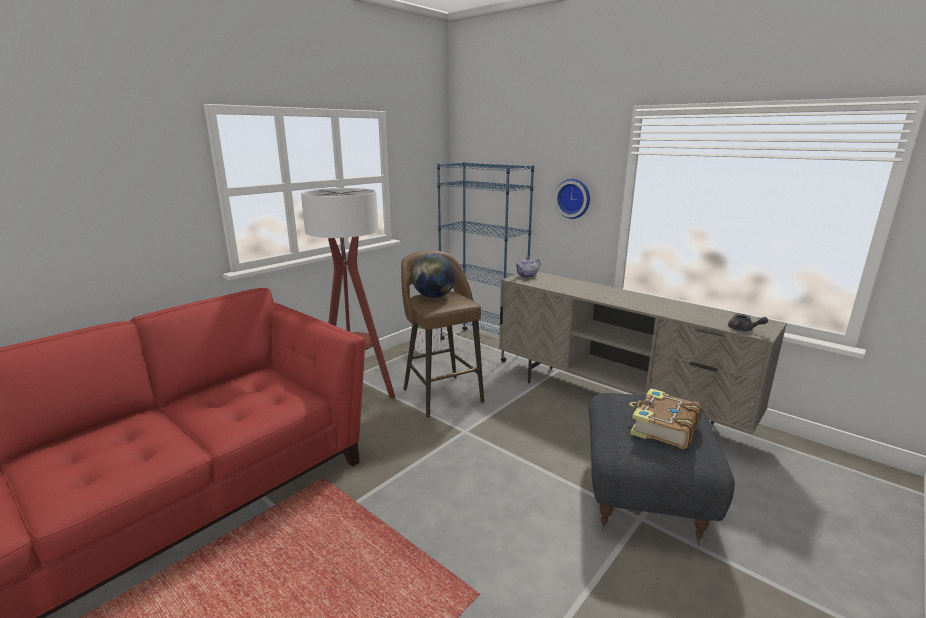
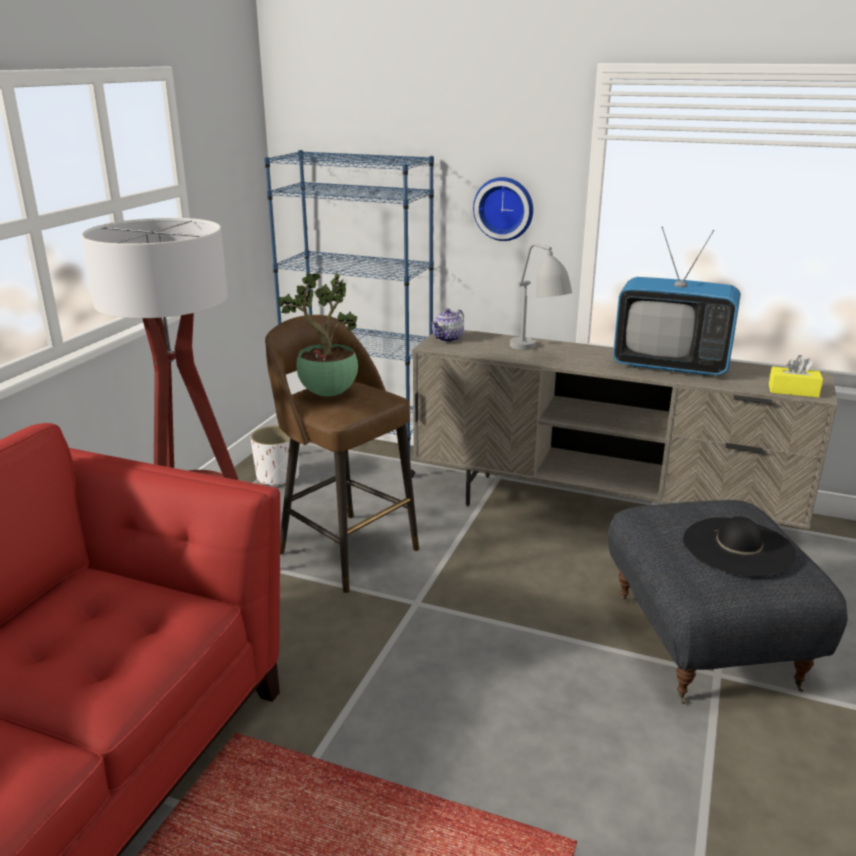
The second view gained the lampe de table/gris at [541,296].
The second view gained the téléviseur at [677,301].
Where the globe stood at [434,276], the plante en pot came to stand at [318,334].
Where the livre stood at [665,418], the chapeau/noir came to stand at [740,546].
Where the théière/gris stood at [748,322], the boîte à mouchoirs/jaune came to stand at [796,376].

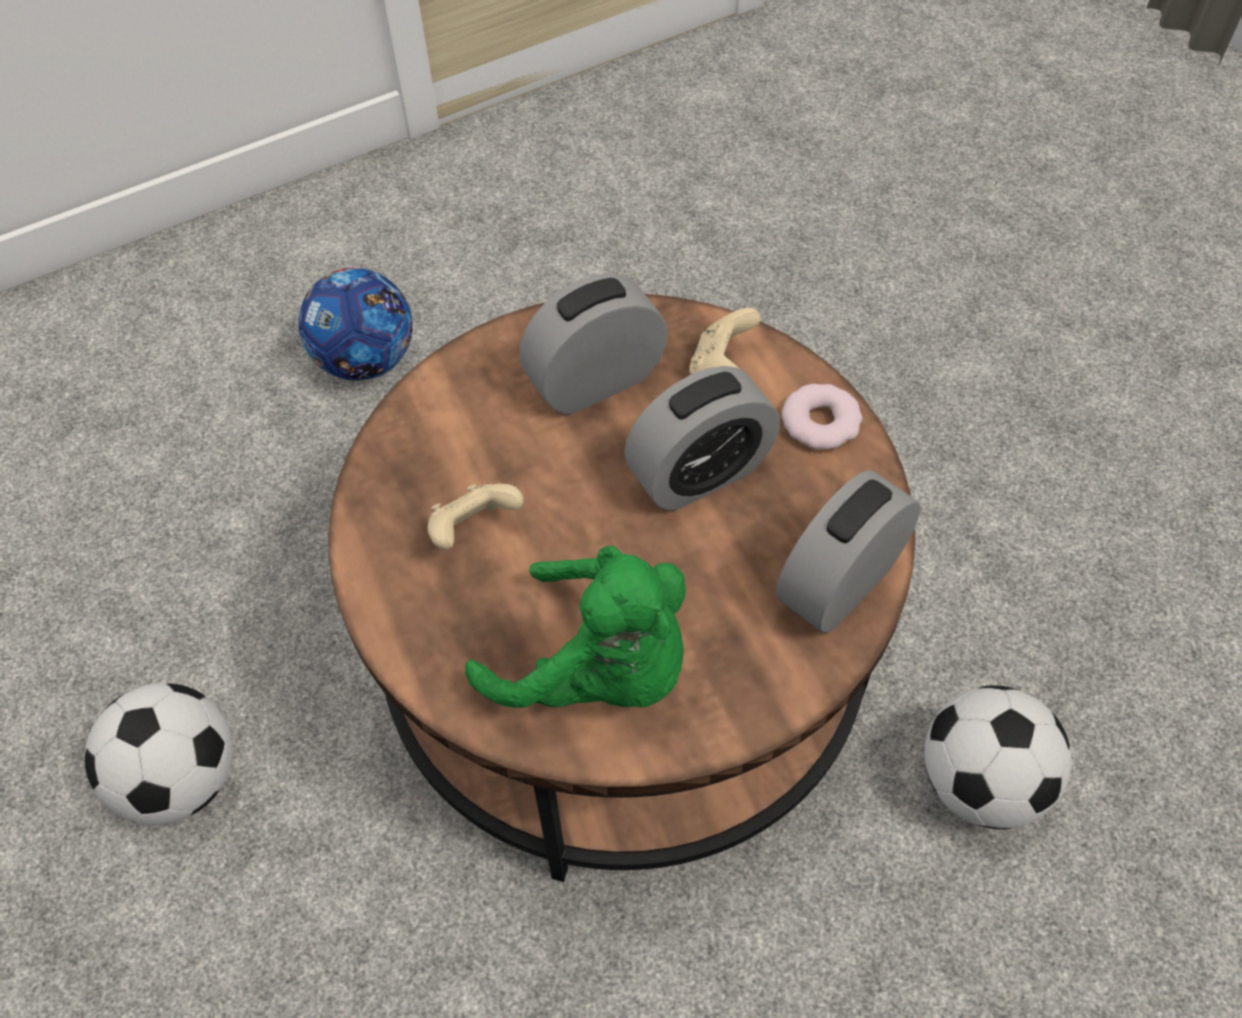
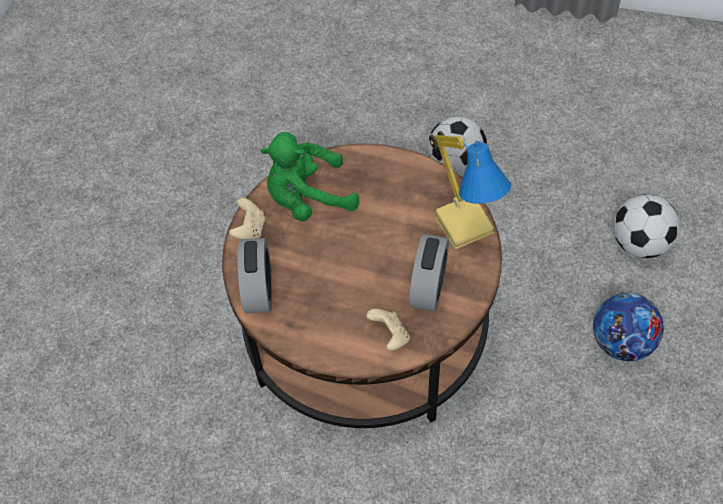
The second view lost the réveil at [702,438].
The second view lost the beignet at [822,417].
The second view gained the lampe de table at [470,190].
The manette/beige ended up elsewhere, having gone from [475,516] to [247,218].
The ballon de foot ended up elsewhere, having gone from [998,757] to [646,226].

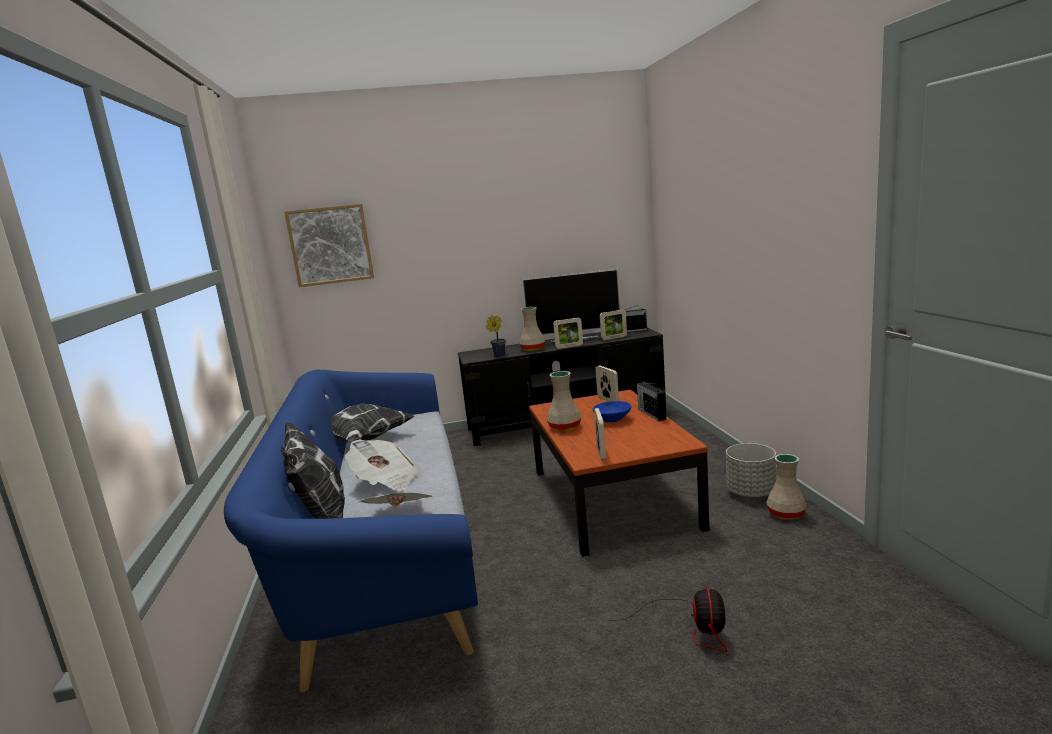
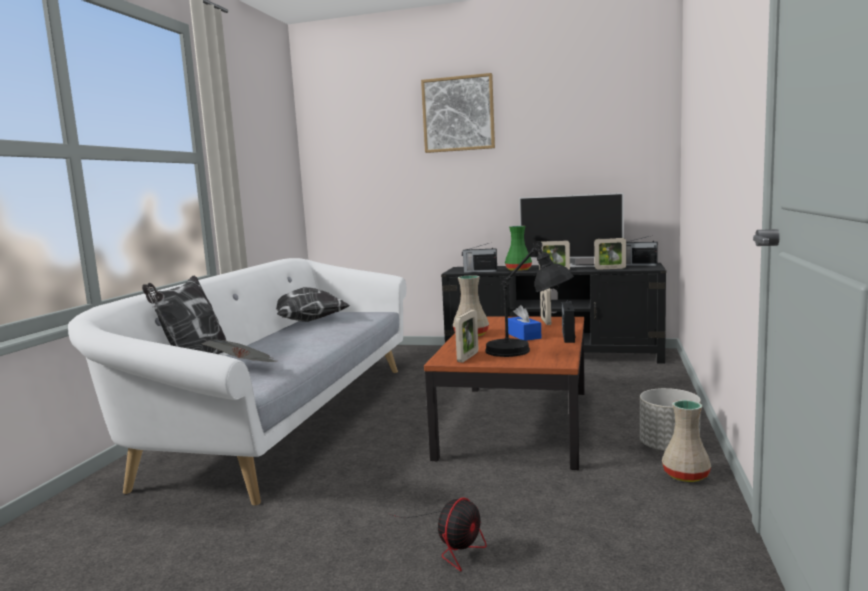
The second view lost the journal at [382,465].
The second view gained the lampe de table/noir at [529,299].
The tableau ended up elsewhere, having gone from [329,245] to [458,113].
Where the plante en pot stood at [496,336], the radio came to stand at [479,257].
Where the bol/bleu stood at [612,412], the boîte à mouchoirs/bleu came to stand at [524,323].
What was the canapé/bleu at [351,531] turned into the canapé/blanc at [237,381].
What was the vase/beige at [532,329] turned into the vase/vert at [518,248].

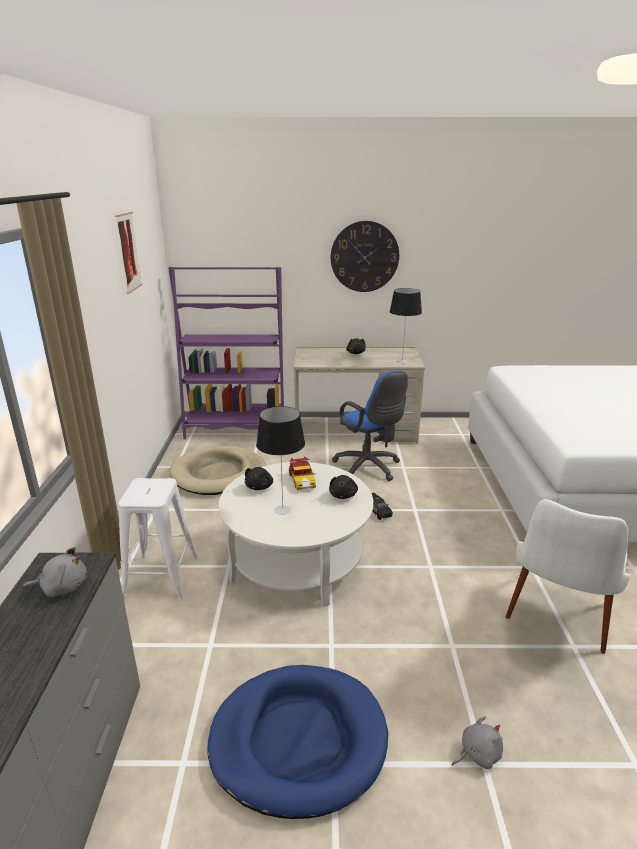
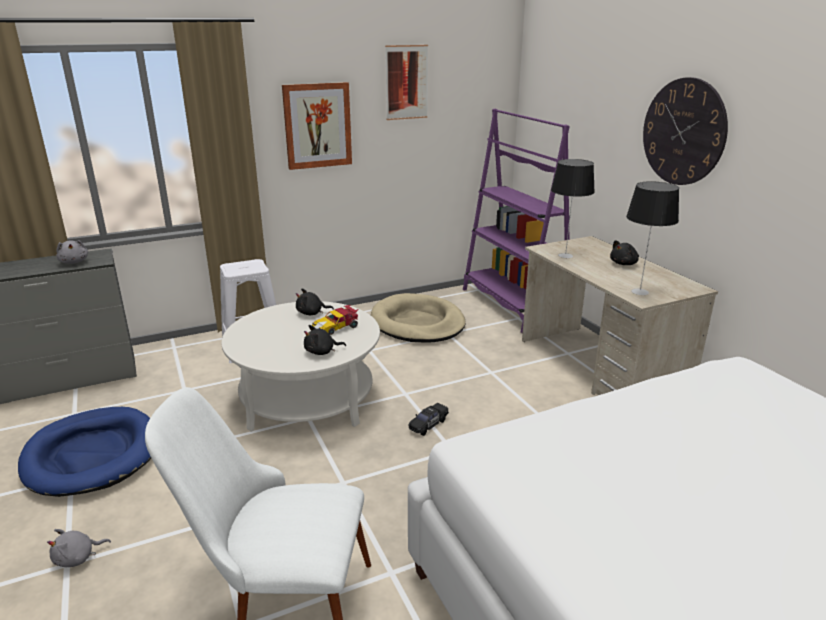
The second view lost the chaise de bureau/bleu at [370,425].
The second view gained the tableau at [317,126].
The lampe de table ended up elsewhere, having gone from [280,460] to [573,208].
The peluche/gris at [477,742] ended up facing another way, 105 degrees clockwise from before.

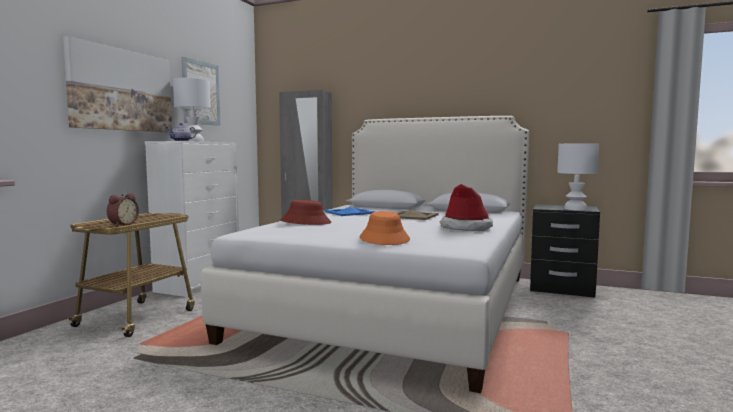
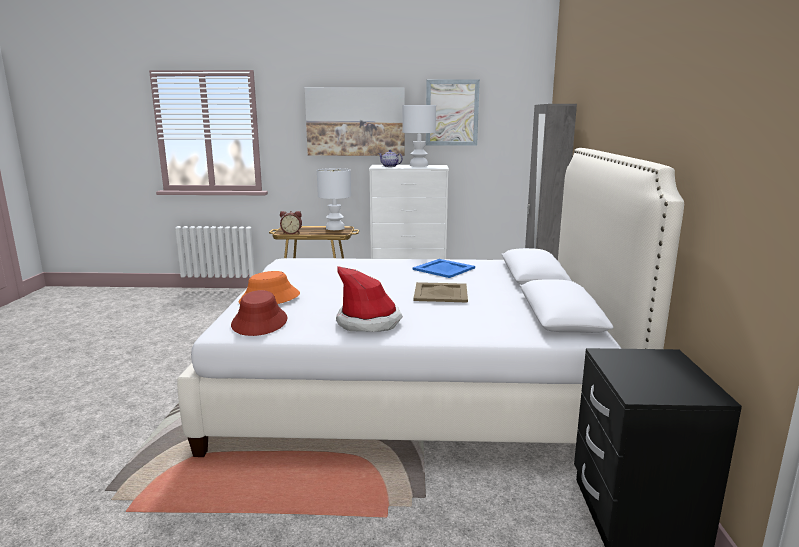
The chapeau/rouge ended up elsewhere, having gone from [305,212] to [259,313].
The lampe de table/blanc ended up elsewhere, having gone from [578,176] to [334,199].

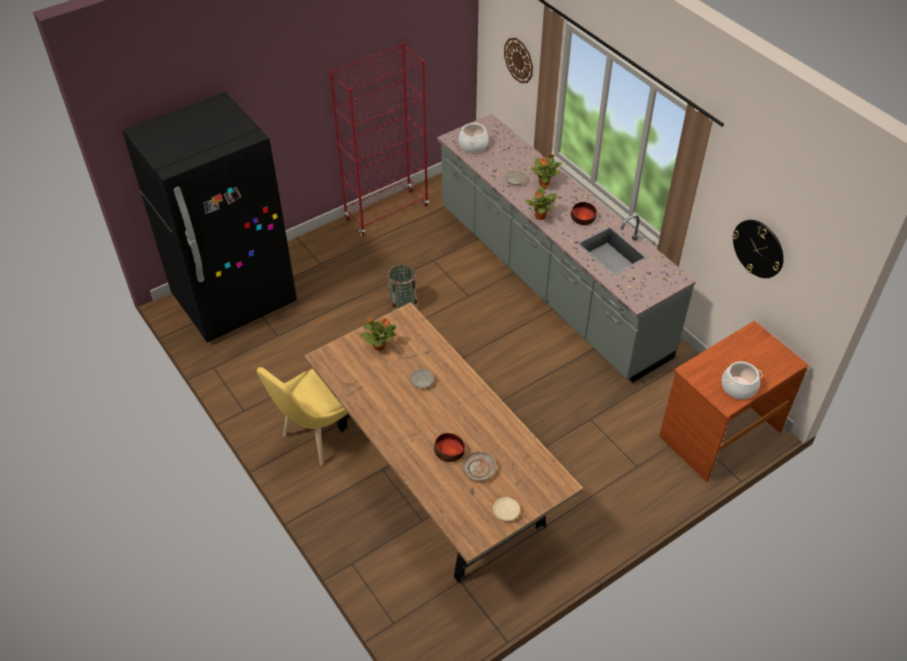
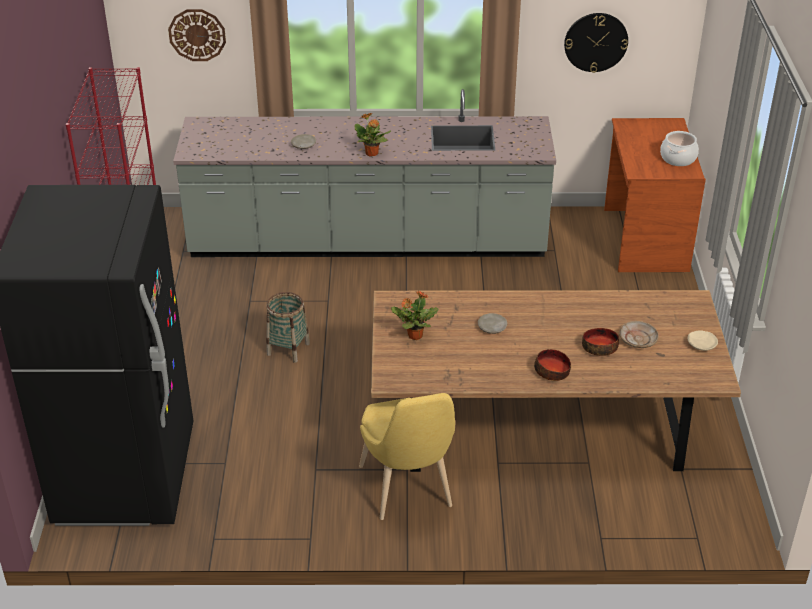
The second view lost the marmite at [474,138].
The second view lost the plante en pot at [546,169].
The bol ended up elsewhere, having gone from [584,213] to [552,365].

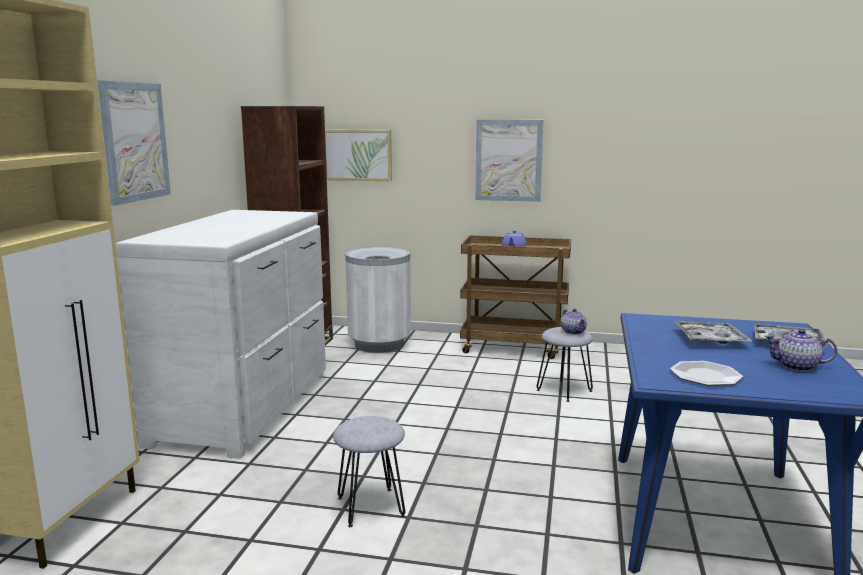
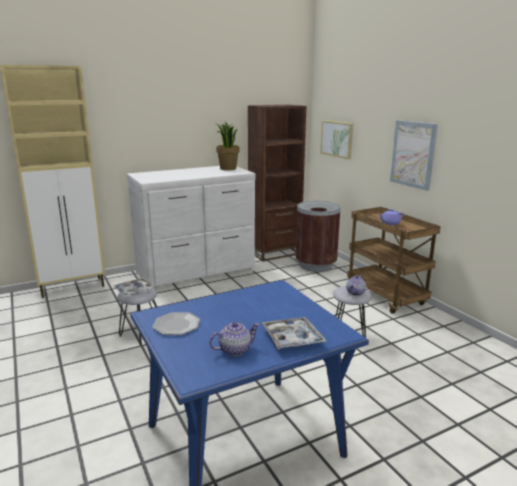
The second view lost the tableau at [134,143].
The second view gained the plante en pot at [226,146].
The plateau ended up elsewhere, having gone from [713,332] to [134,287].
What was the poubelle/blanc at [378,300] turned into the poubelle/marron at [318,236].
The théière at [801,350] ended up facing another way, 90 degrees clockwise from before.

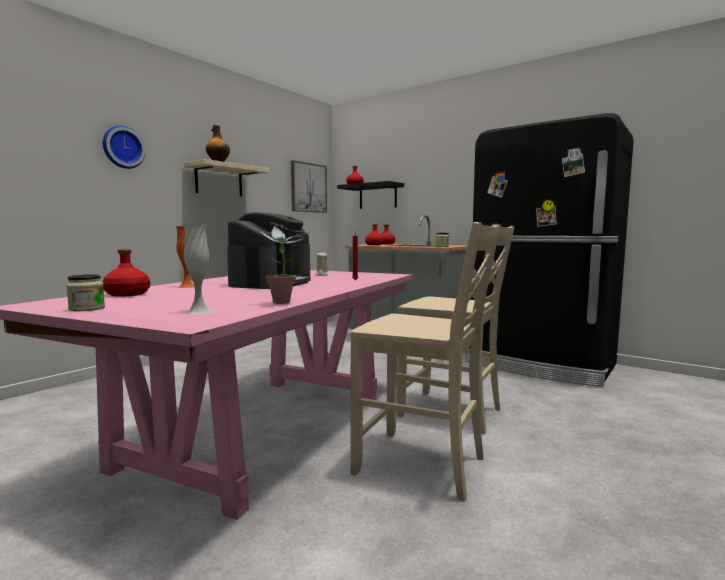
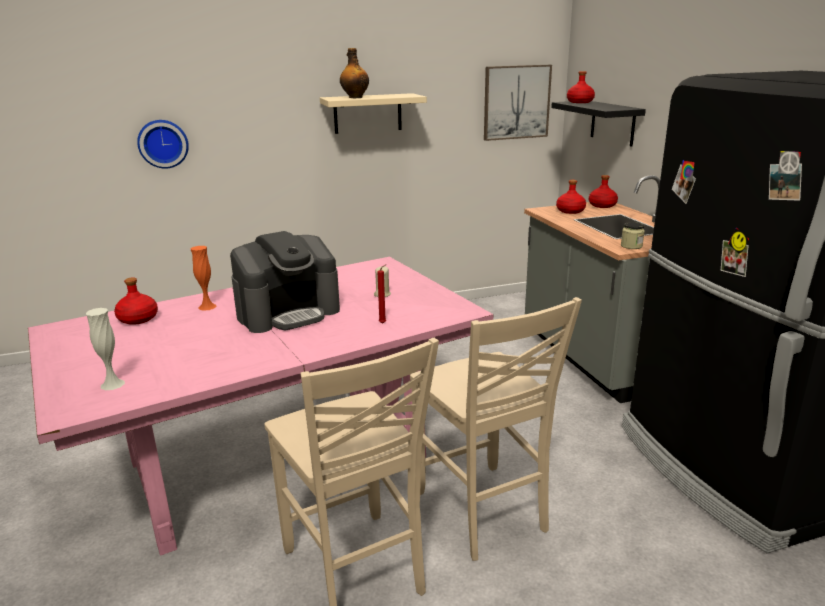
The second view lost the bocal at [85,292].
The second view lost the plante en pot at [280,264].
The horloge murale ended up elsewhere, having gone from [124,147] to [163,144].

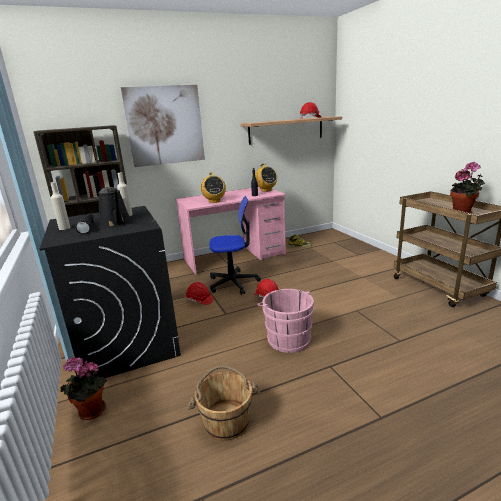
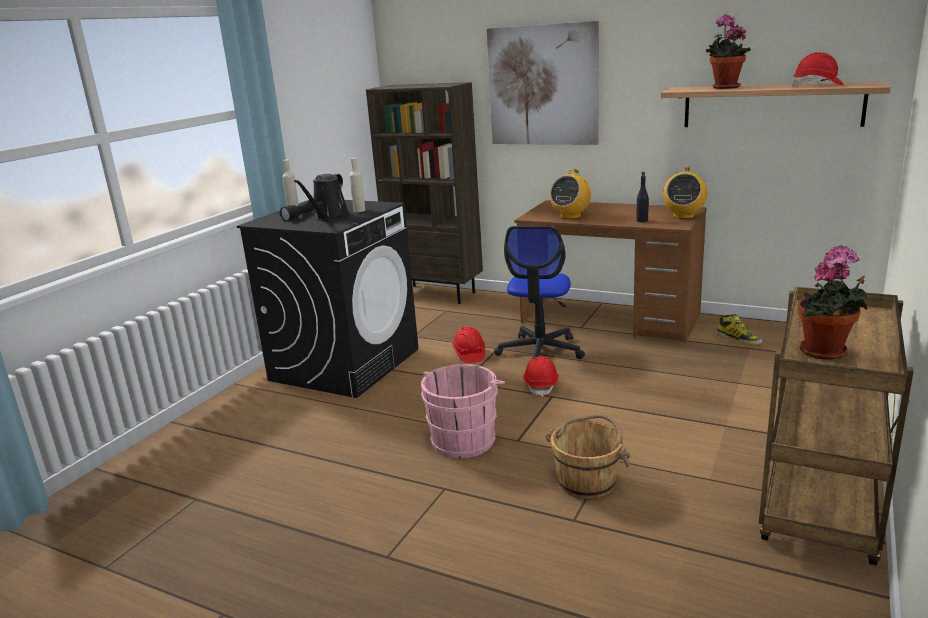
The plante en pot ended up elsewhere, having gone from [83,388] to [728,51].
The seau/marron ended up elsewhere, having gone from [224,403] to [588,456].
What was the bureau/rose at [231,231] turned into the bureau/marron at [610,271].
The chaise de bureau at [235,245] ended up facing another way, 60 degrees clockwise from before.

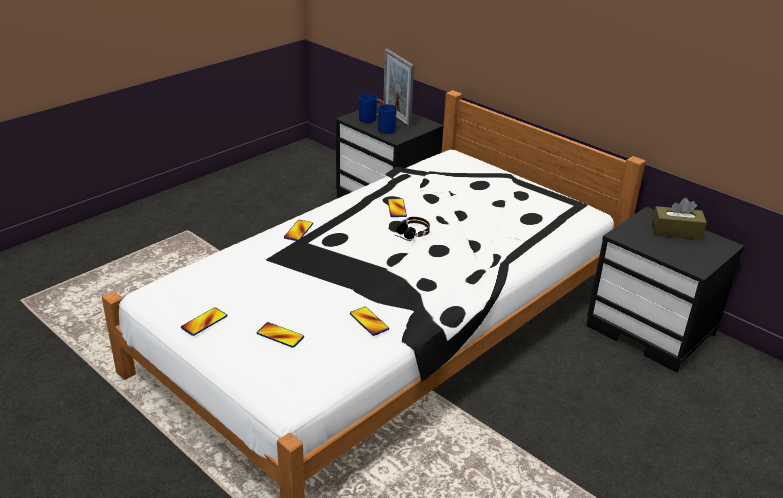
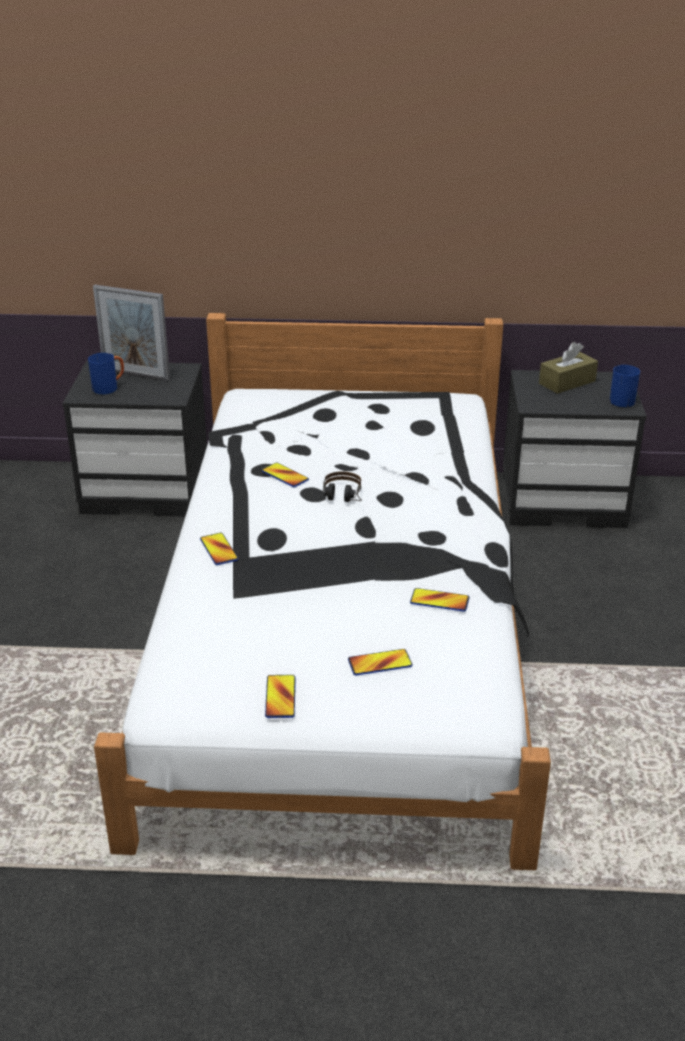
The mug/bleu ended up elsewhere, having gone from [387,119] to [625,386].

